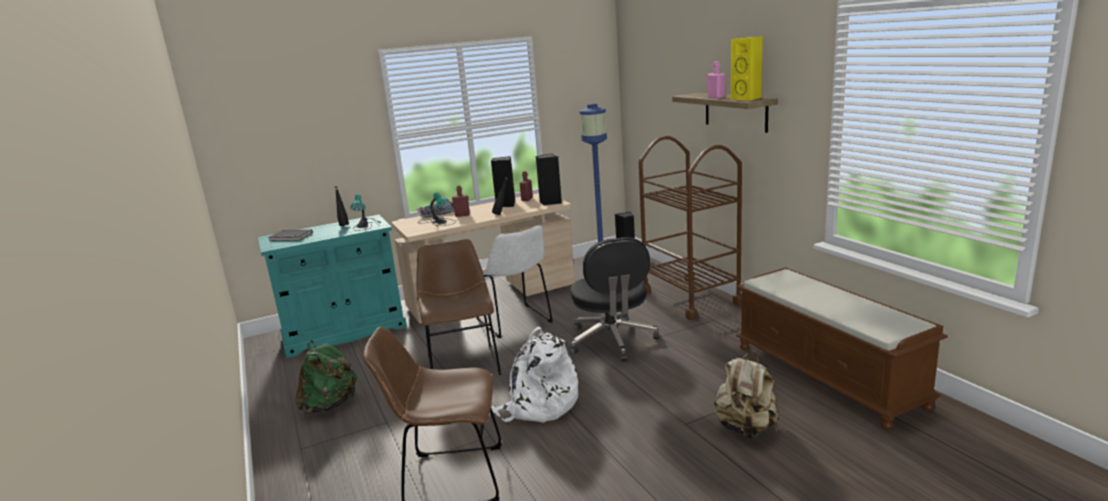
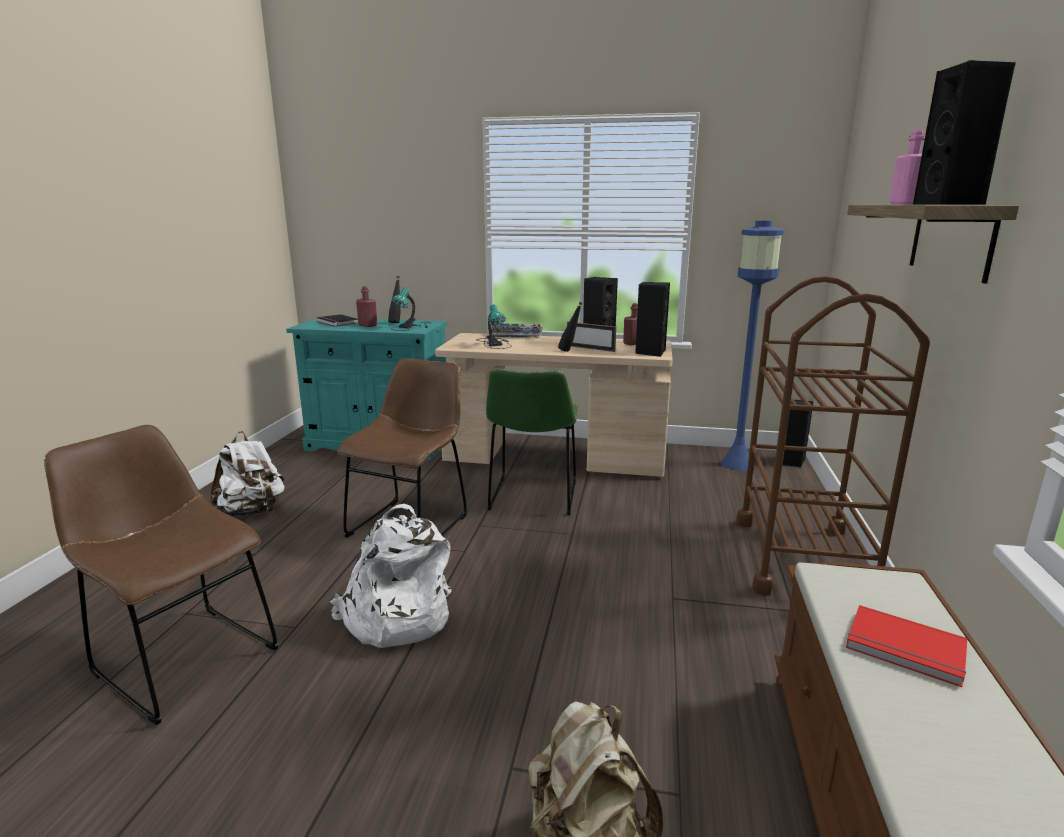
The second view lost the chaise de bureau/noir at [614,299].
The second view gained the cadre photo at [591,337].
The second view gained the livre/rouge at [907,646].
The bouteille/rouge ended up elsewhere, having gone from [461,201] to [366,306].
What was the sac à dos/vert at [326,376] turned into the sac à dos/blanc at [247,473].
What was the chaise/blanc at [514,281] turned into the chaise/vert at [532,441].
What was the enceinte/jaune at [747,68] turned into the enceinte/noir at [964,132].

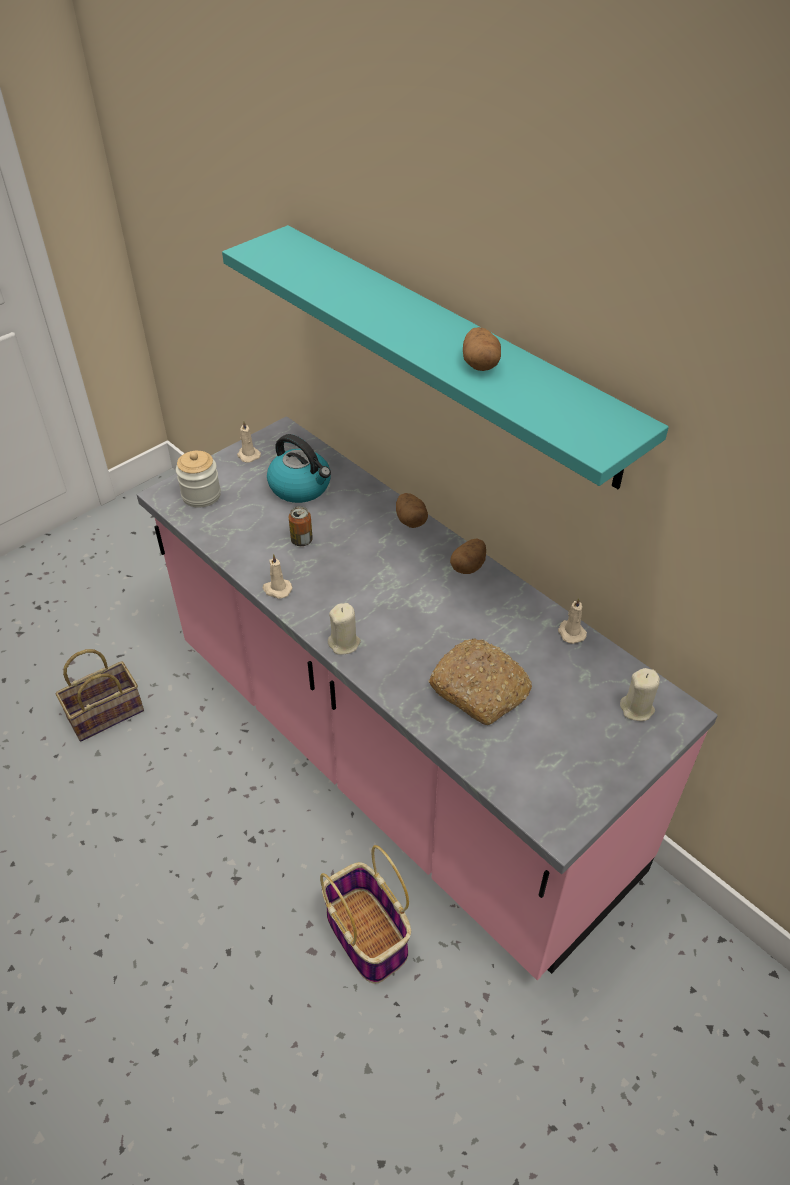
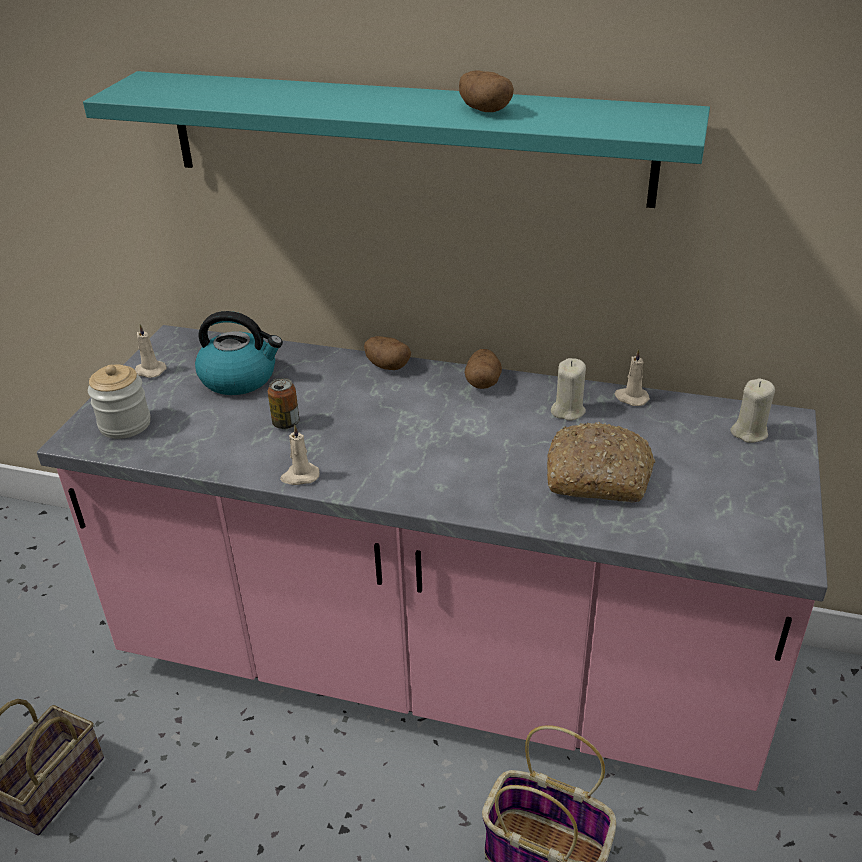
The bougie/beige ended up elsewhere, having gone from [344,629] to [568,389].

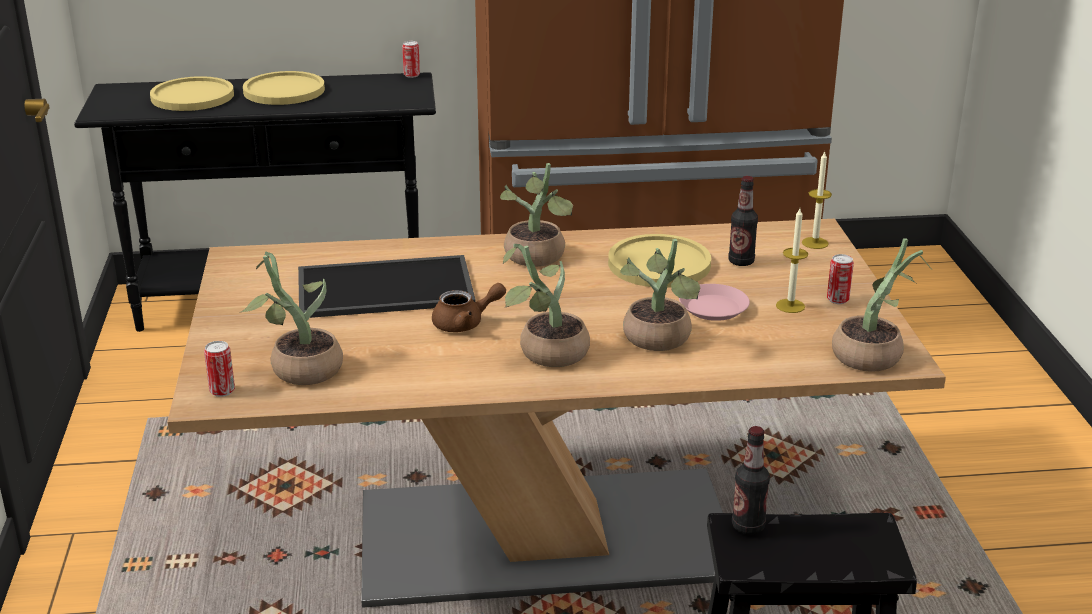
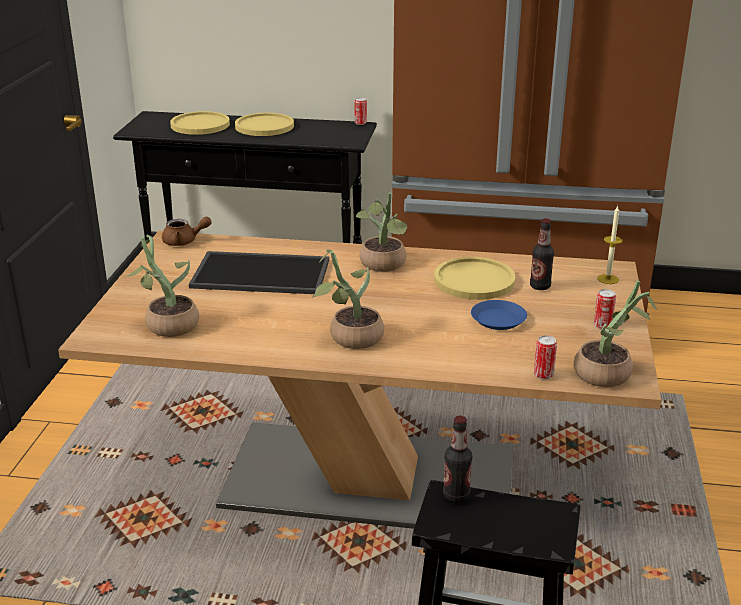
The second view lost the plante en pot at [660,295].
The second view lost the bougie at [792,260].
The boîte métallique ended up elsewhere, having gone from [219,369] to [545,357].
The théière/marron ended up elsewhere, having gone from [469,307] to [187,231].
What was the assiette/rose at [714,302] turned into the assiette/bleu at [499,315].

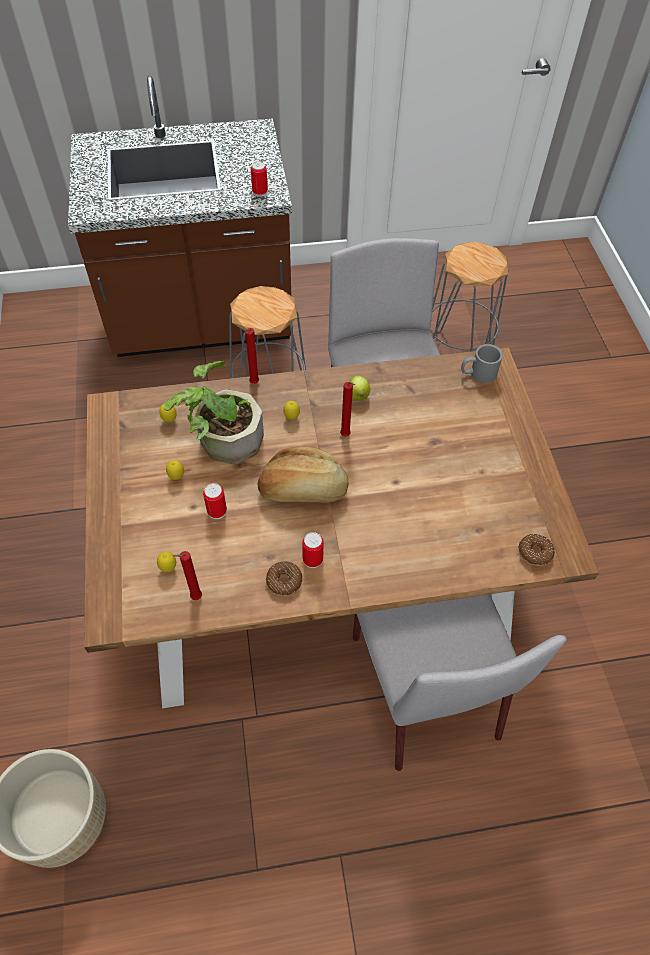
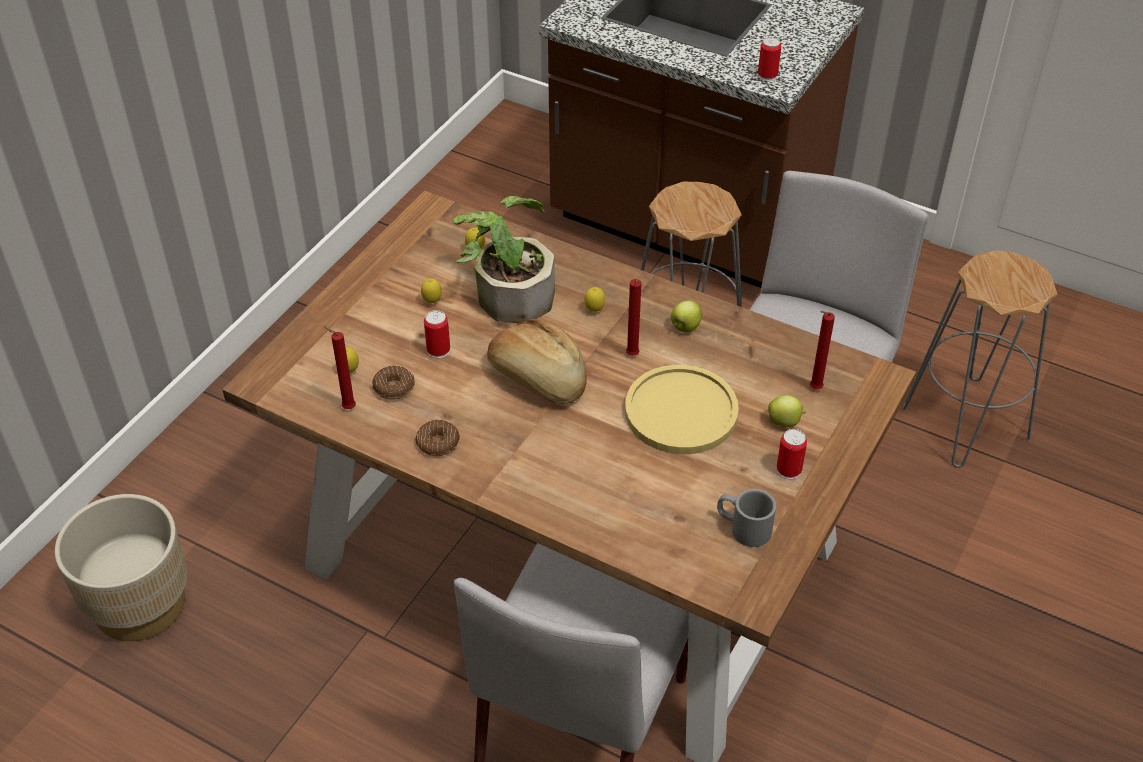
The second view gained the assiette/jaune at [682,409].
The second view gained the pomme at [787,411].
The bougie/rouge ended up elsewhere, having gone from [252,356] to [822,350].
The boîte métallique ended up elsewhere, having gone from [313,550] to [792,454].
The mug/gris ended up elsewhere, having gone from [482,363] to [746,518].
The beignet ended up elsewhere, having gone from [536,550] to [393,383].

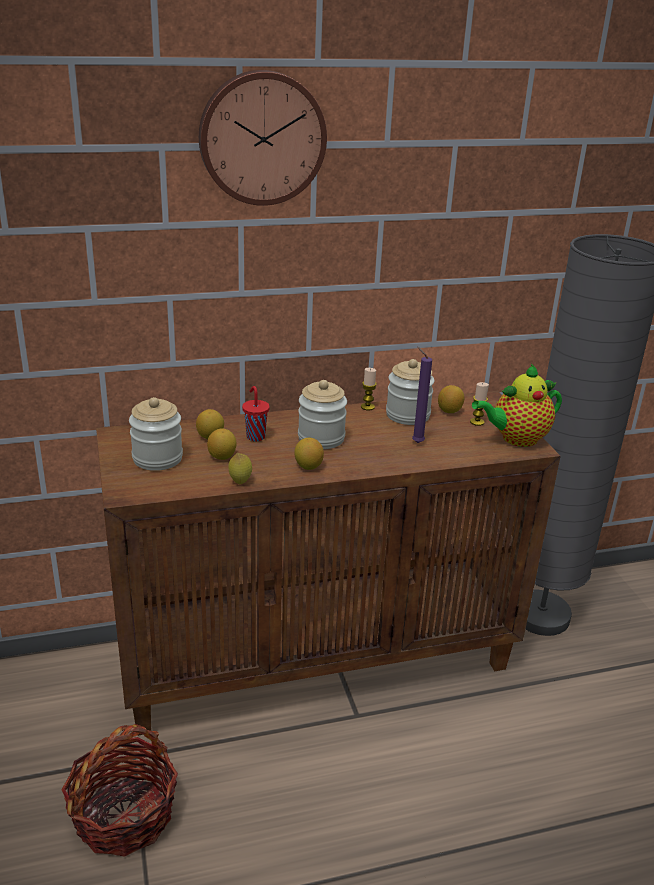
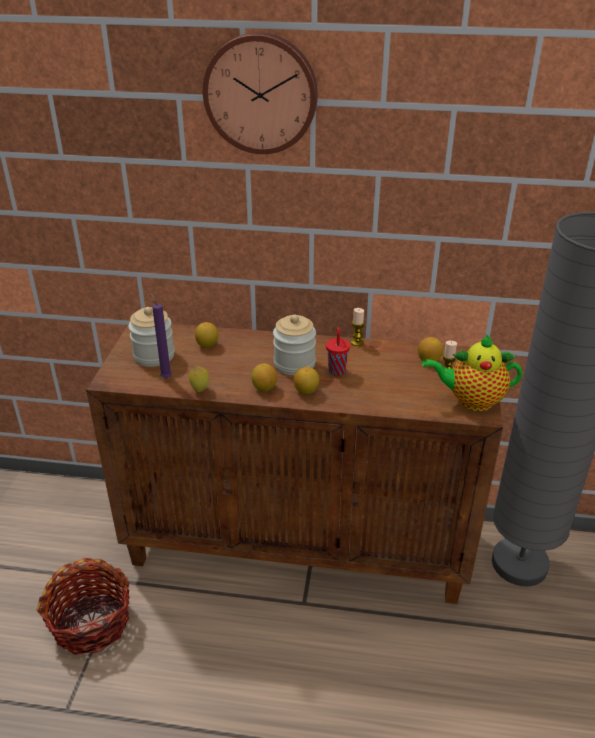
The second view lost the bocal at [410,392].
The citron ended up elsewhere, having gone from [222,444] to [306,380].
The tasse/rouge ended up elsewhere, having gone from [256,413] to [338,351].
The bougie/violet ended up elsewhere, having gone from [422,395] to [161,336].

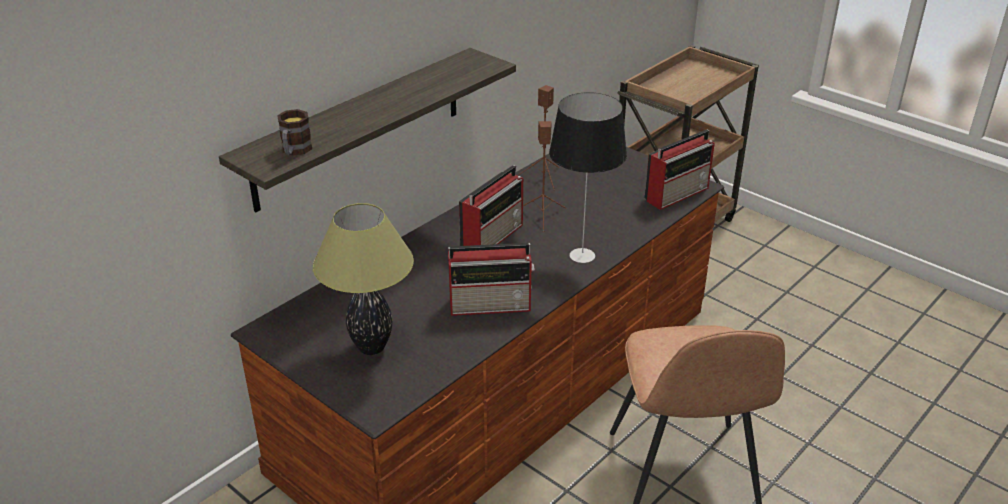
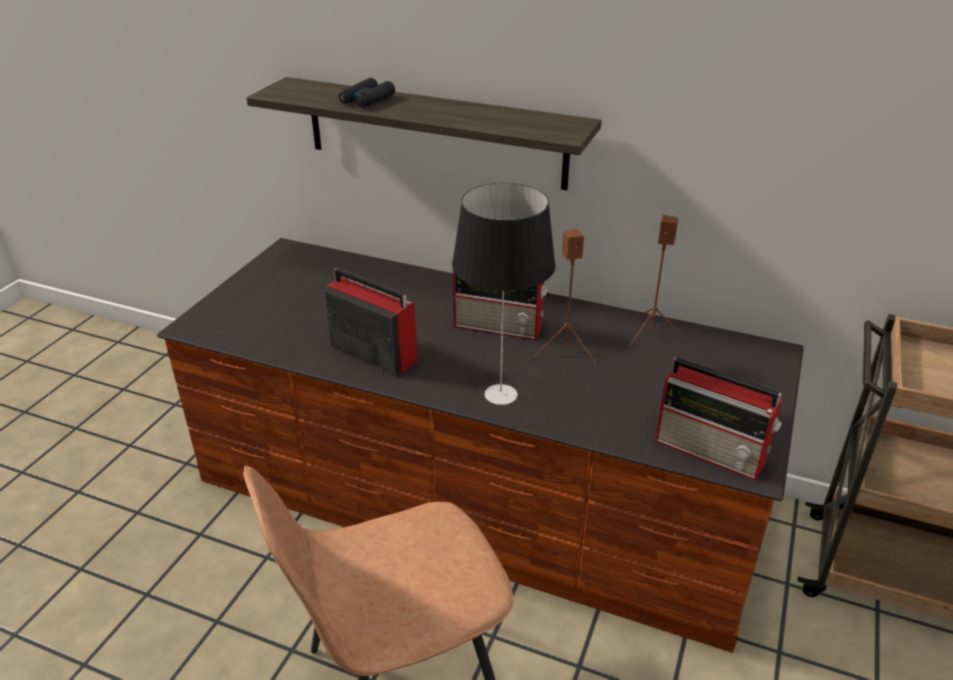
The second view lost the mug at [294,132].
The second view lost the lampe de table at [363,279].
The second view gained the jumelles/noir at [366,93].
The radio at [491,279] ended up facing another way, 150 degrees clockwise from before.

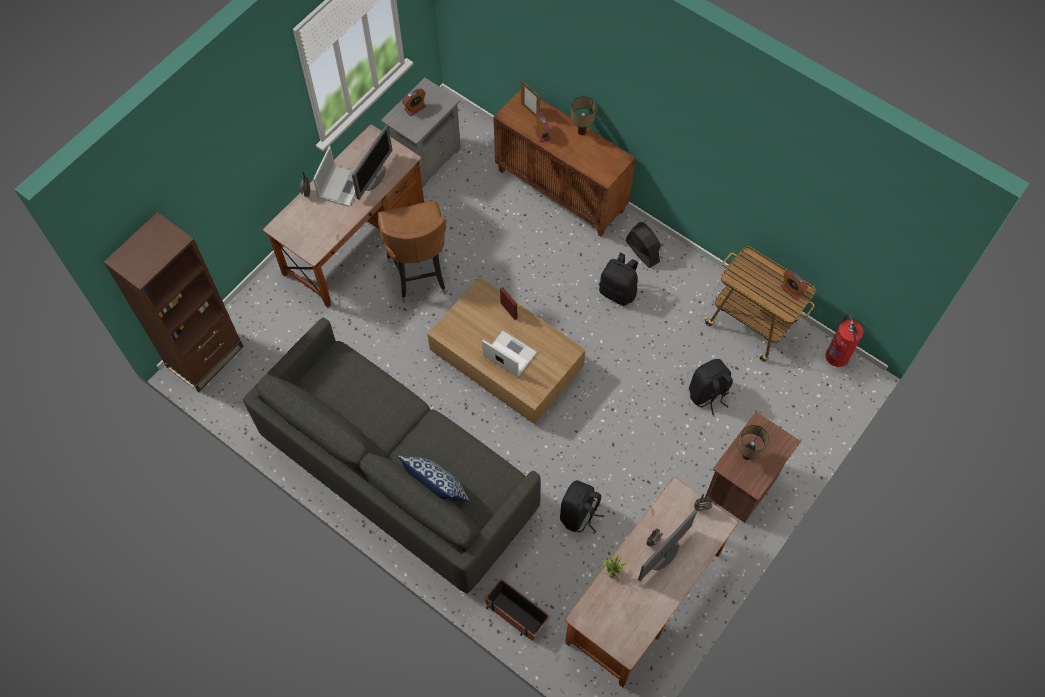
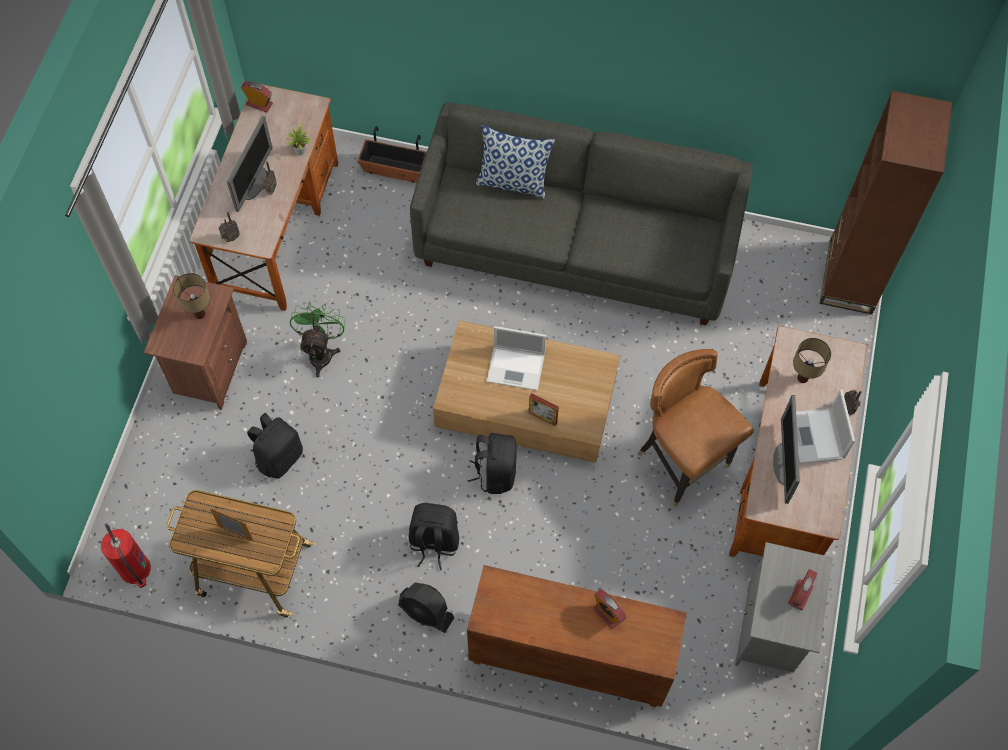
The second view gained the ventilateur/vert at [317,340].
The cadre photo ended up elsewhere, having gone from [530,98] to [232,525].
The sac à dos/noir ended up elsewhere, having gone from [582,506] to [492,463].
The lampe de table ended up elsewhere, having gone from [583,115] to [812,360].
The réveil ended up elsewhere, having gone from [794,285] to [257,97].

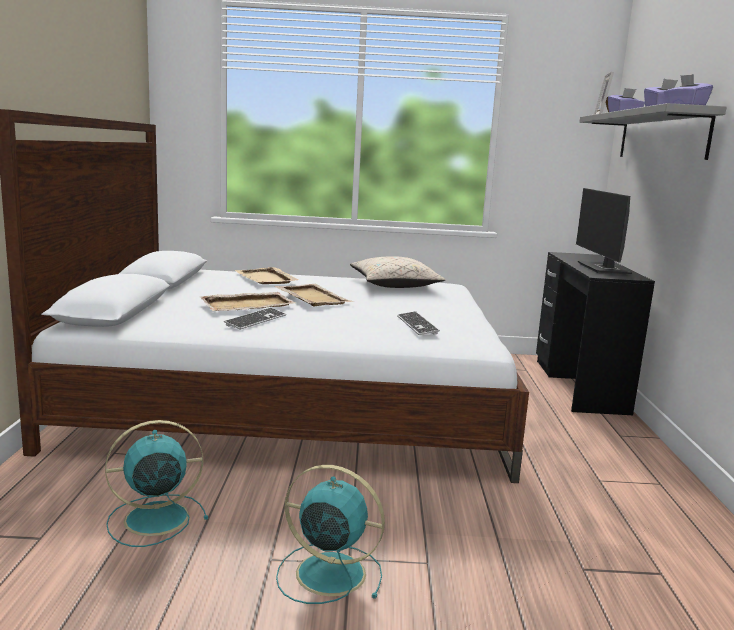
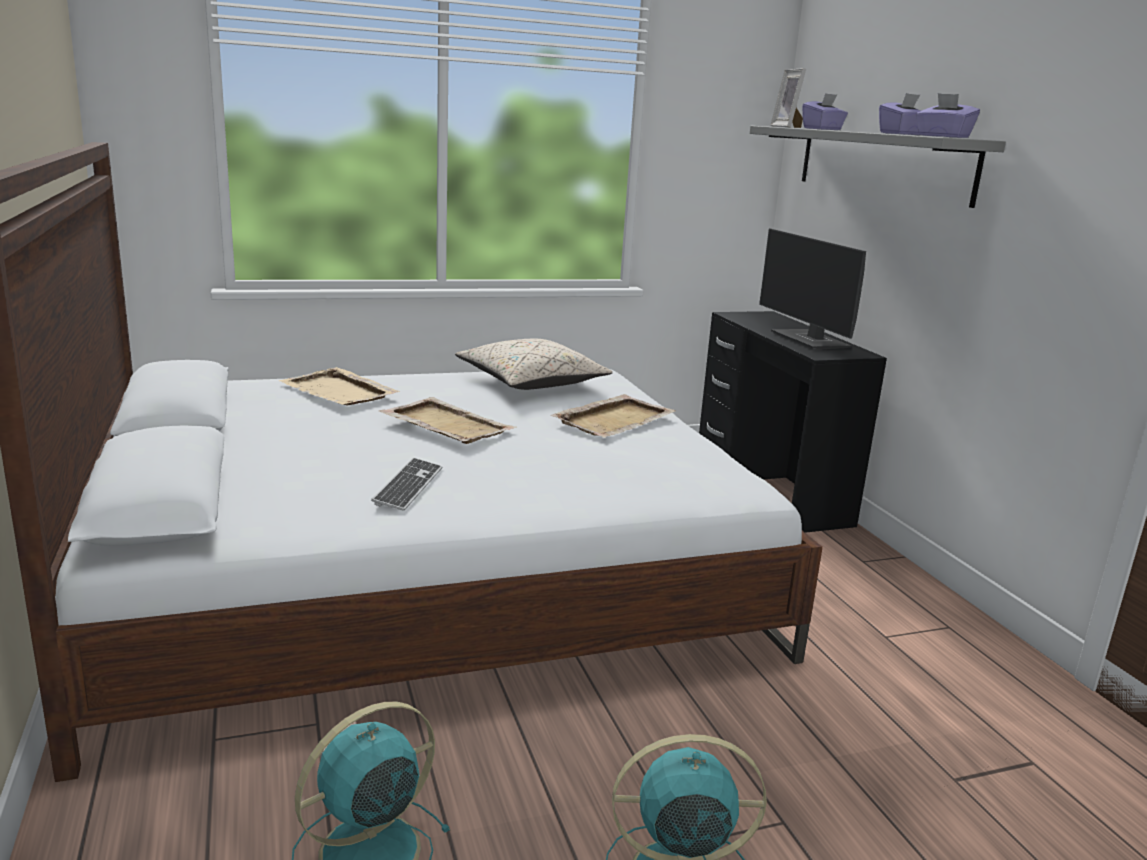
The second view lost the clavier at [418,323].
The plateau/beige ended up elsewhere, having gone from [248,301] to [613,416].

